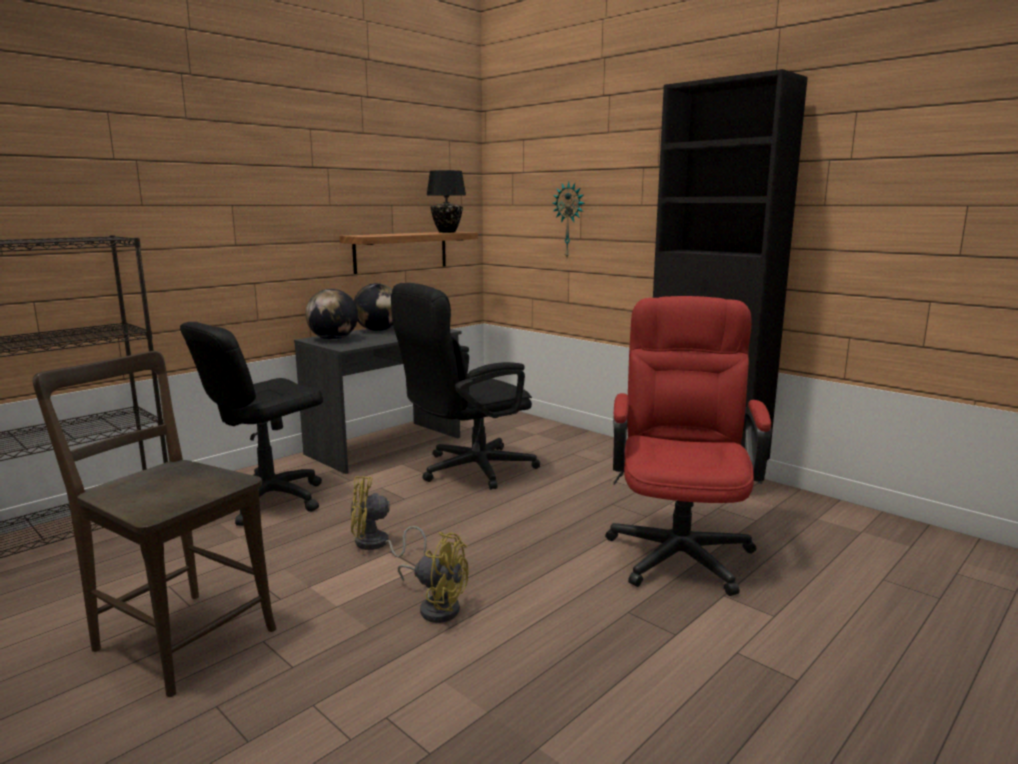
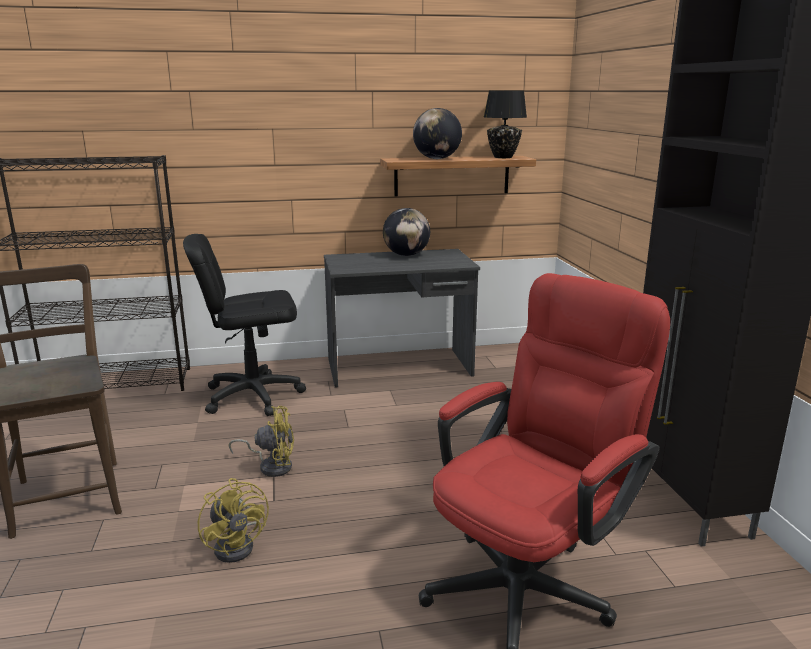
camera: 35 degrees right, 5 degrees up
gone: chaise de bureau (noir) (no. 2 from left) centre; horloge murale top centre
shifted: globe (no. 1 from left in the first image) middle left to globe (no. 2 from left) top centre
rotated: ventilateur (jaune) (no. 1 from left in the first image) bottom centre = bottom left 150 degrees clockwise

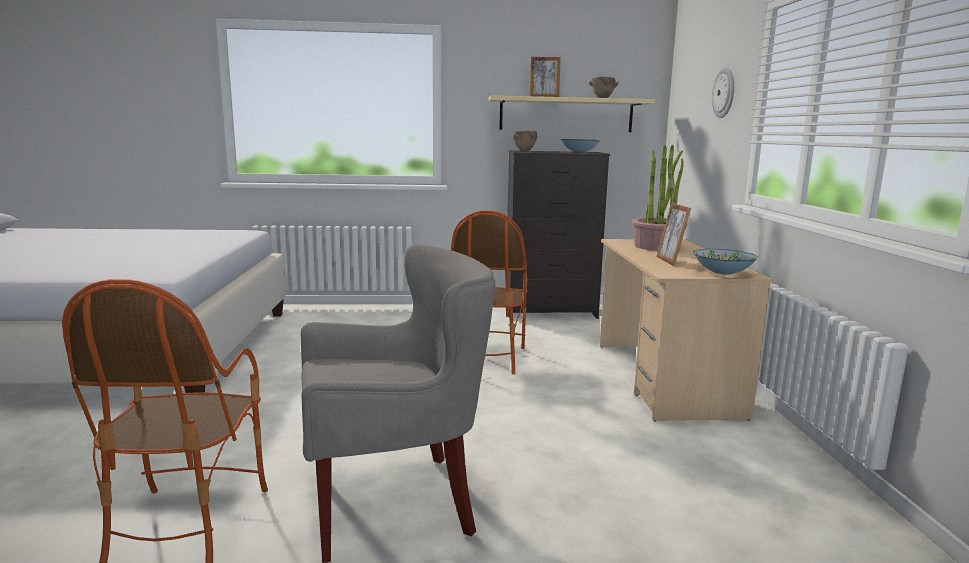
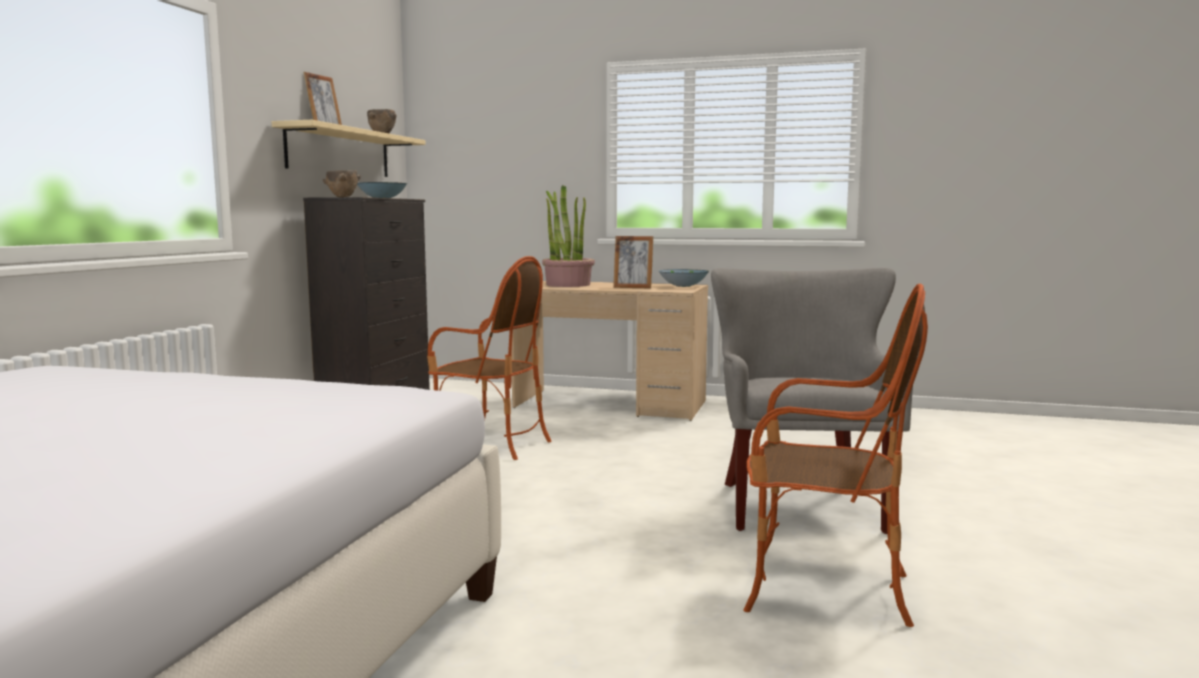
camera: 70 degrees left, 5 degrees down
gone: horloge murale top right

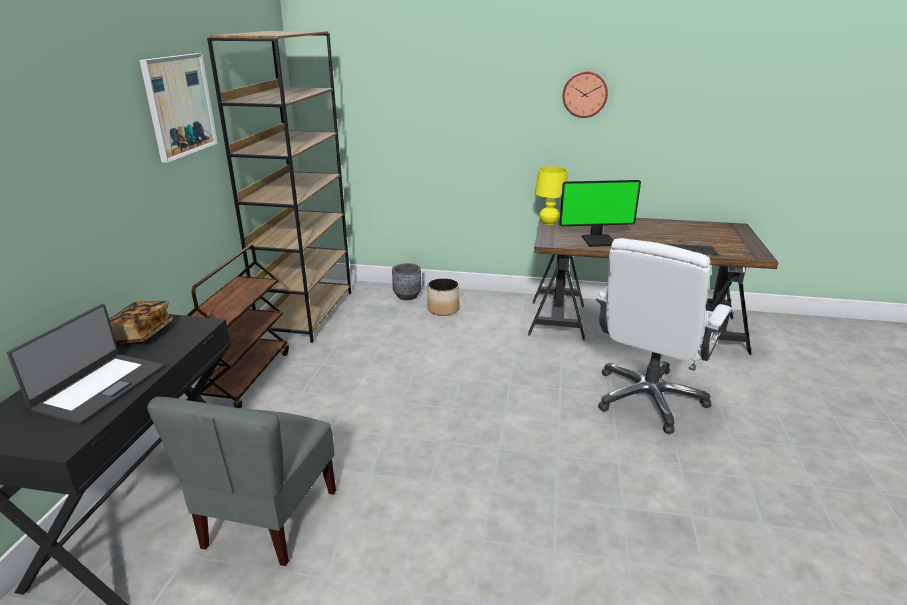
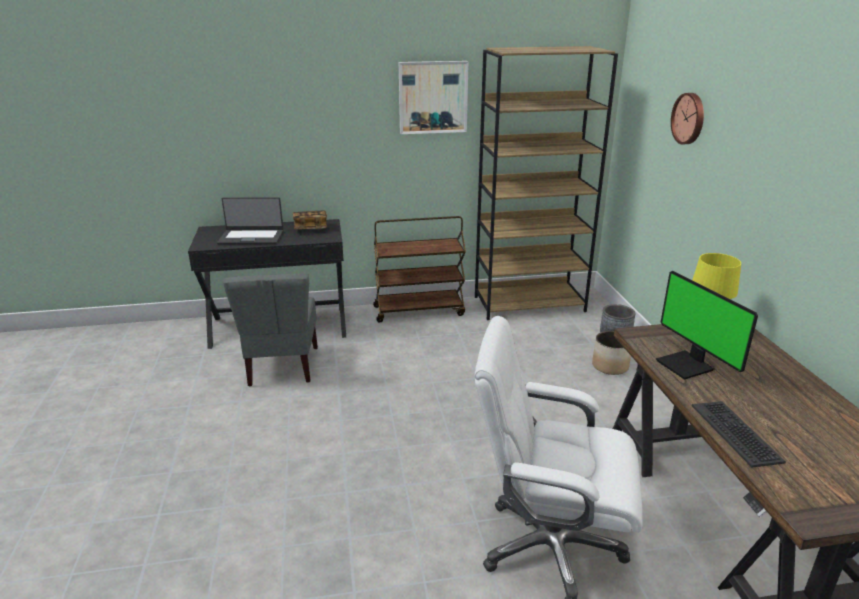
camera: 70 degrees right, 0 degrees up
shifted: horloge murale top centre to top right
rotated: chaise (gris) bottom left = middle left 90 degrees counterclockwise

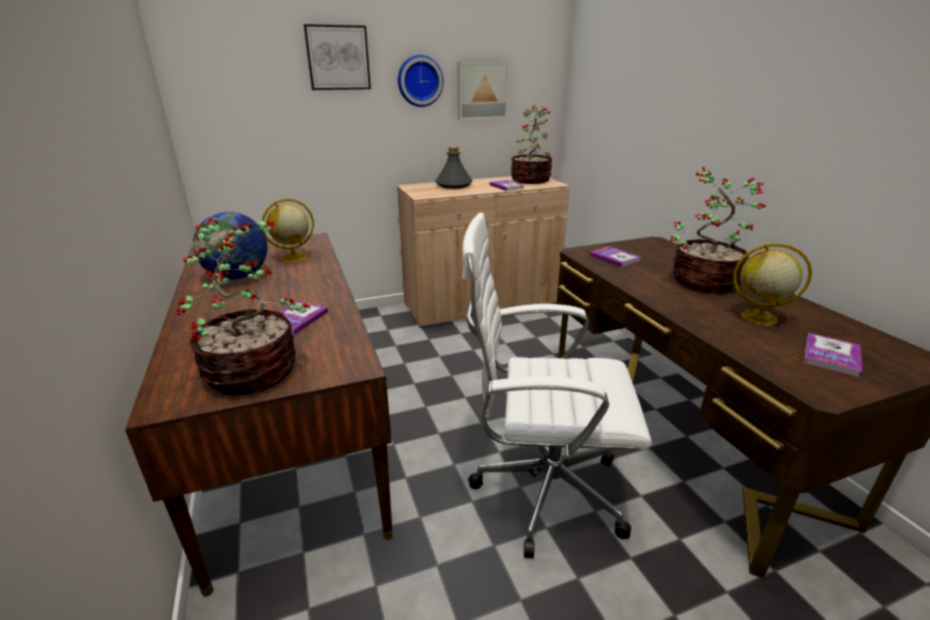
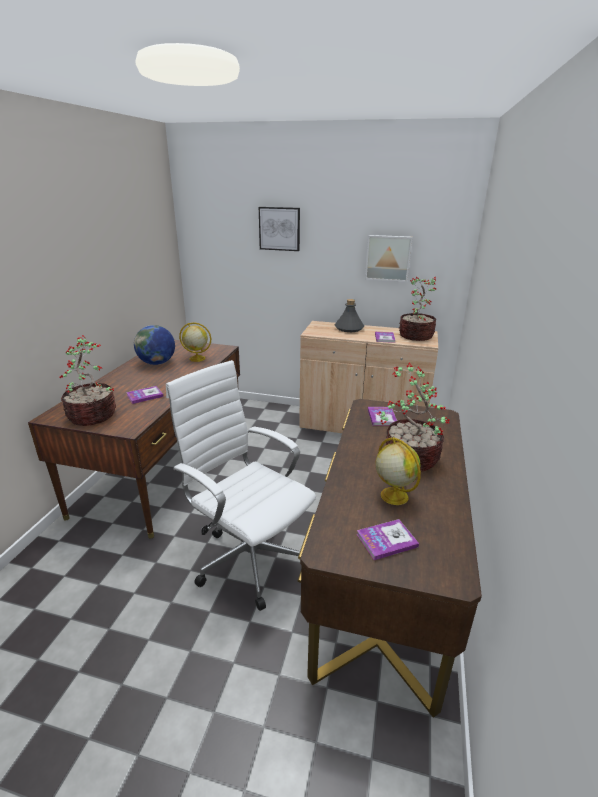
camera: 35 degrees right, 0 degrees up
gone: horloge murale top centre

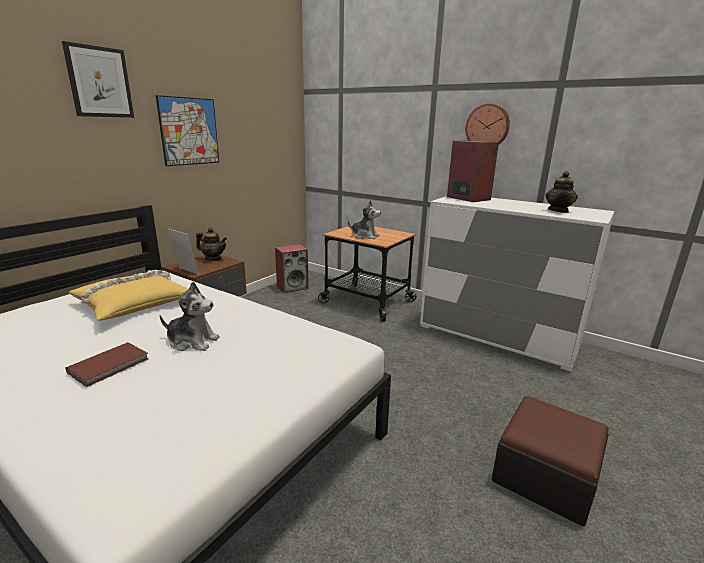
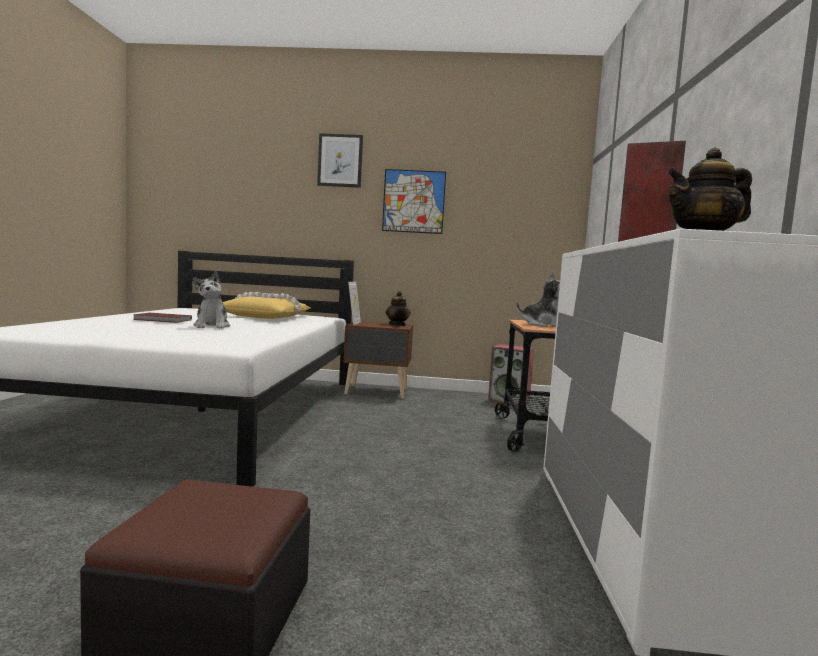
camera: 60 degrees right, 15 degrees down
gone: horloge murale top right
rotated: peluche (no. 2 from left) centre = centre 75 degrees counterclockwise

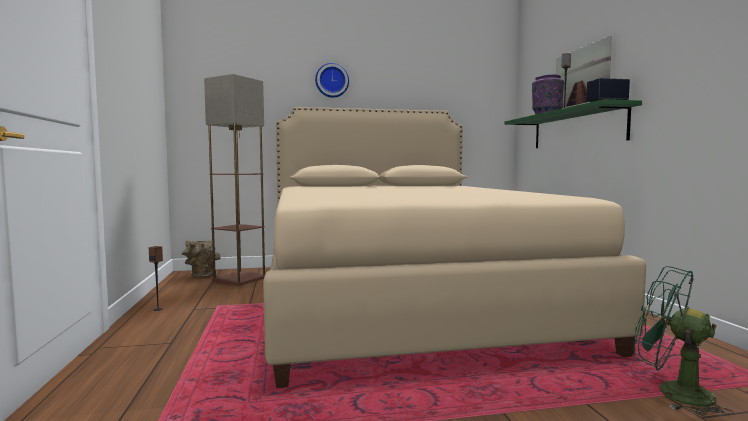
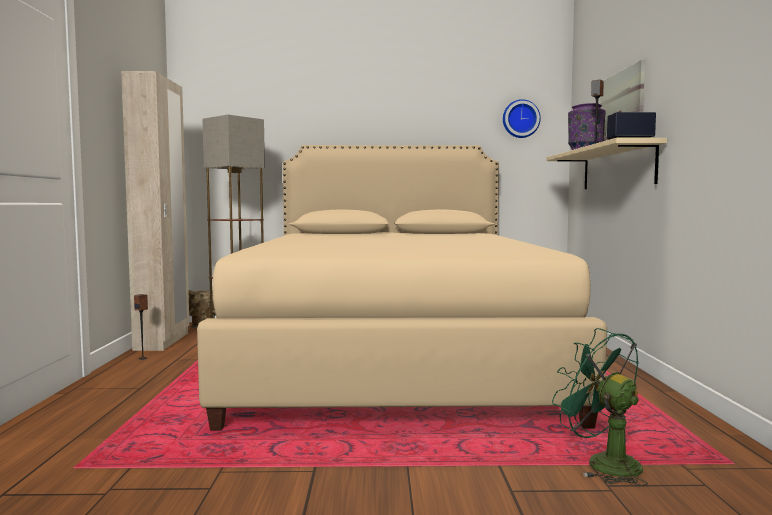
camera: 10 degrees right, 0 degrees up
new: armoire (beige) middle left
shifted: horloge murale top centre to top right
repainted: étagère (vert) top right to étagère (beige) top right

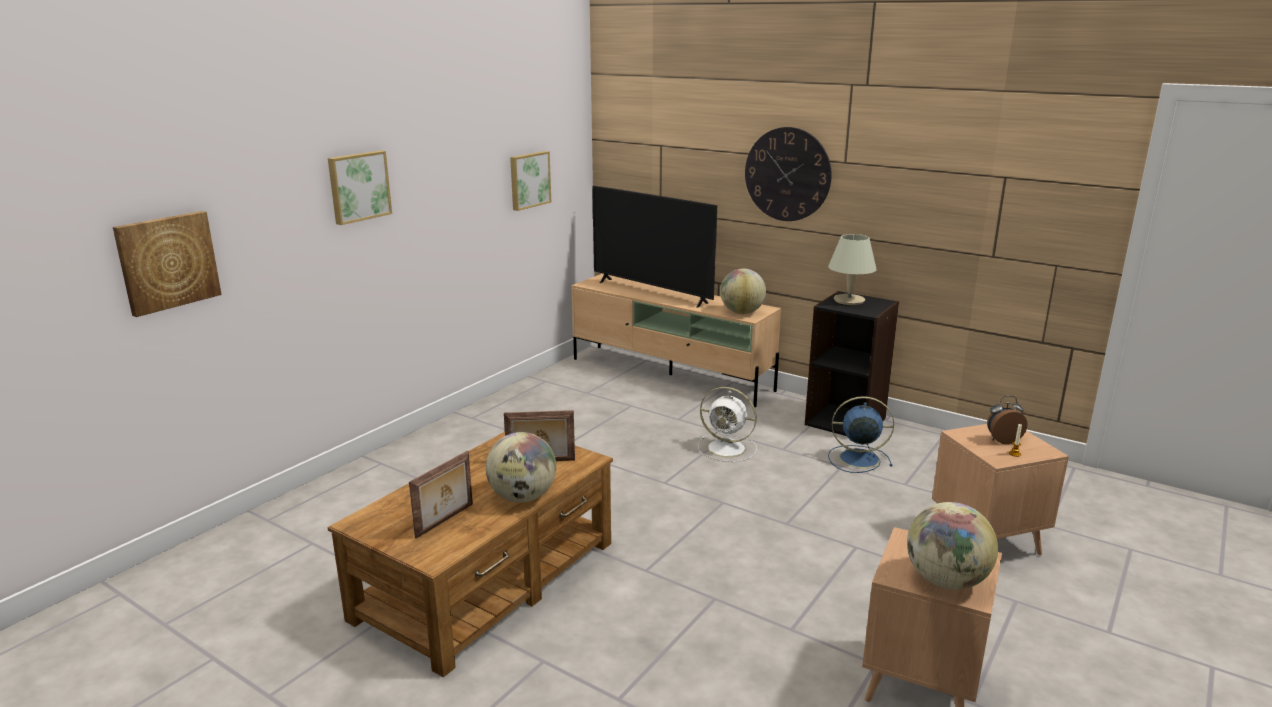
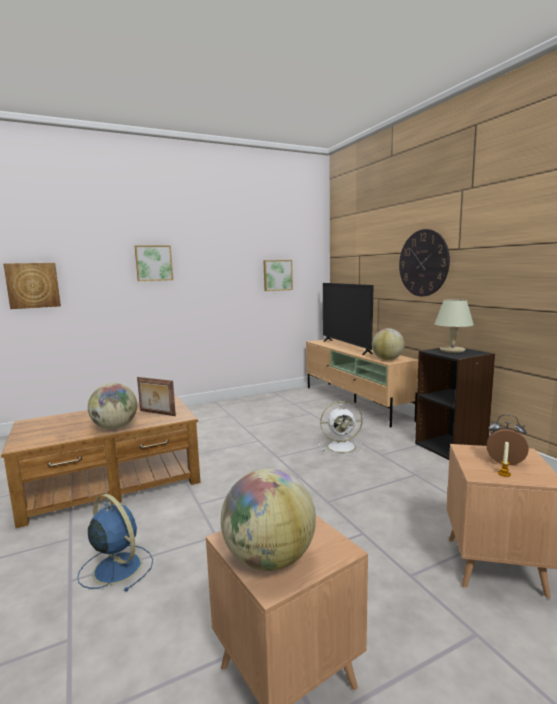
camera: 30 degrees right, 10 degrees down
gone: cadre photo (no. 1 from left) bottom centre
shifted: ventilateur (bleu) middle right to bottom left
rotated: ventilateur (blanc) centre = centre 60 degrees counterclockwise

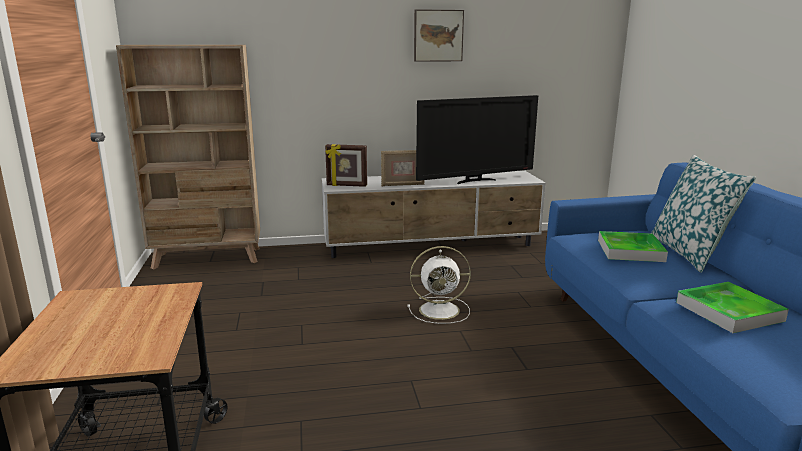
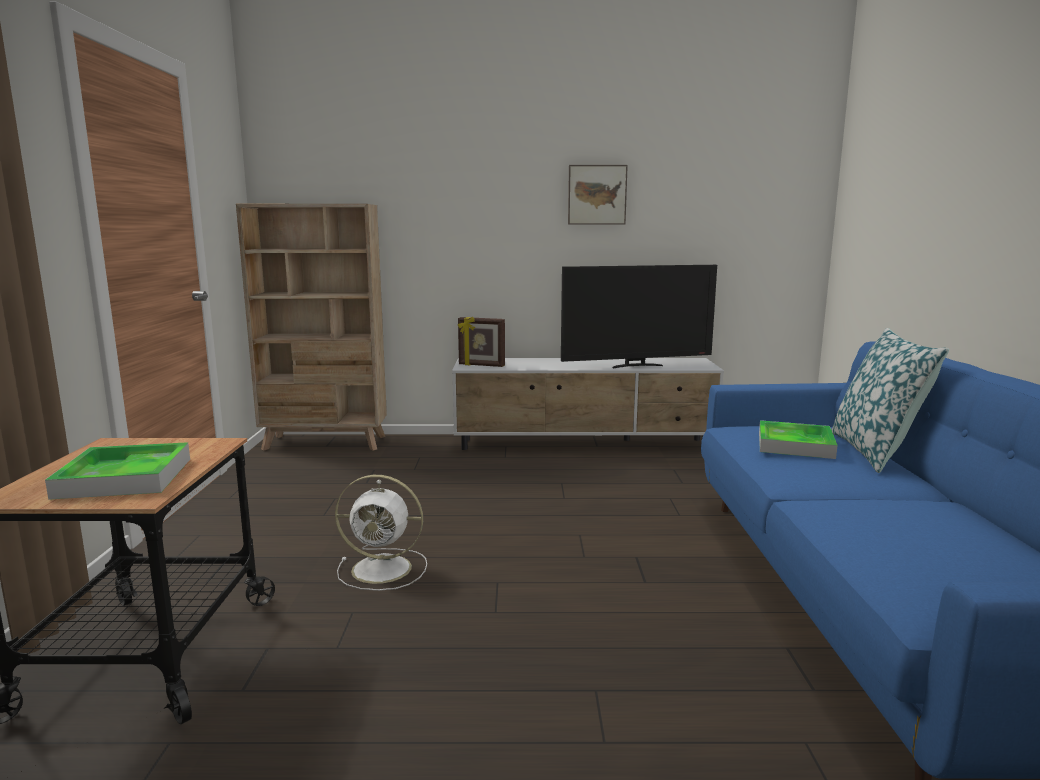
camera: 10 degrees right, 5 degrees down
gone: cadre photo (no. 2 from left) centre
shifted: ventilateur (blanc) centre to bottom centre; plateau (no. 2 from left in the first image) bottom right to plateau (no. 1 from left) middle left

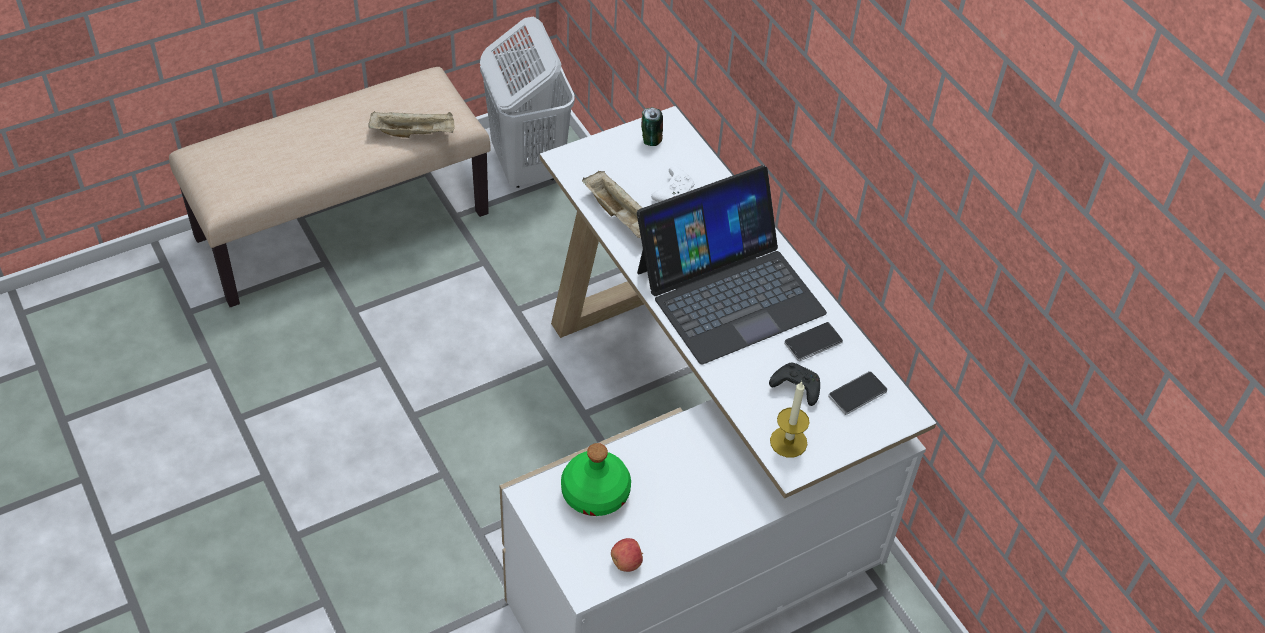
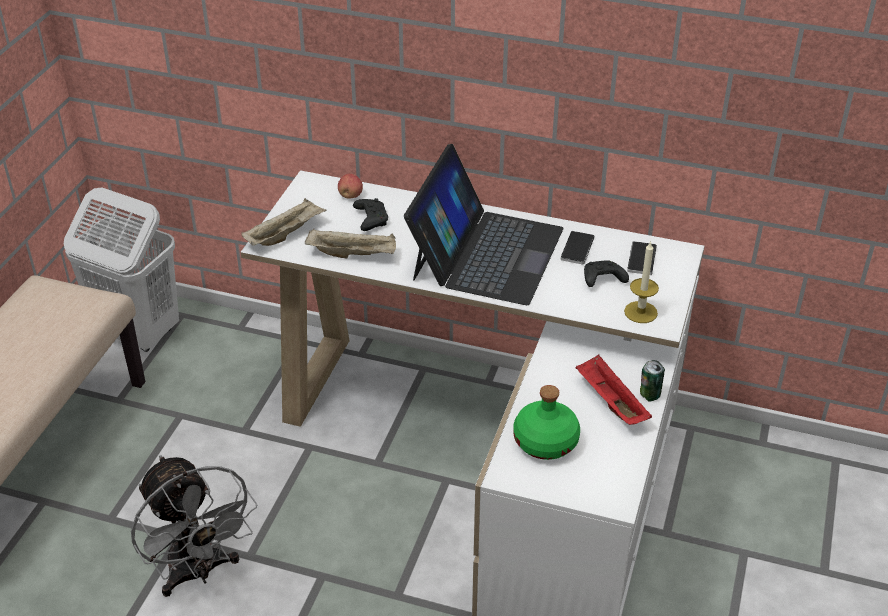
camera: 40 degrees left, 10 degrees down
new: ventilateur (gris) bottom left; plateau (rouge) middle right
shifted: plateau (beige) (no. 1 from left) top left to middle left; pomme bottom centre to top centre; boîte métallique top centre to middle right
repainted: manette (blanc) top centre to manette (noir) (no. 1 from left) centre

